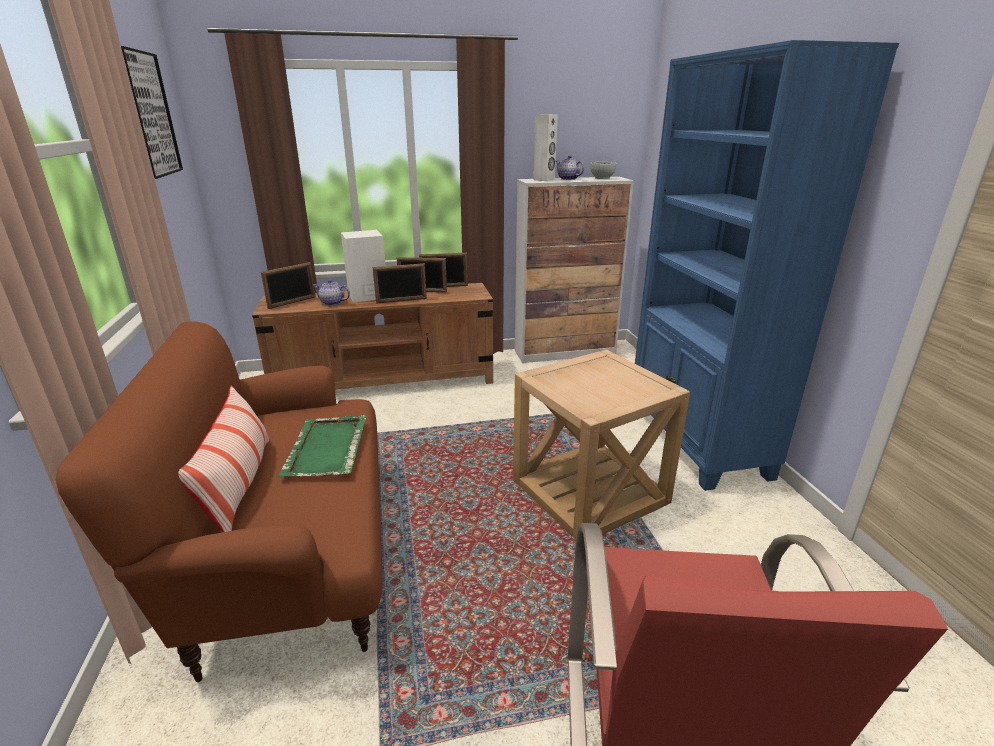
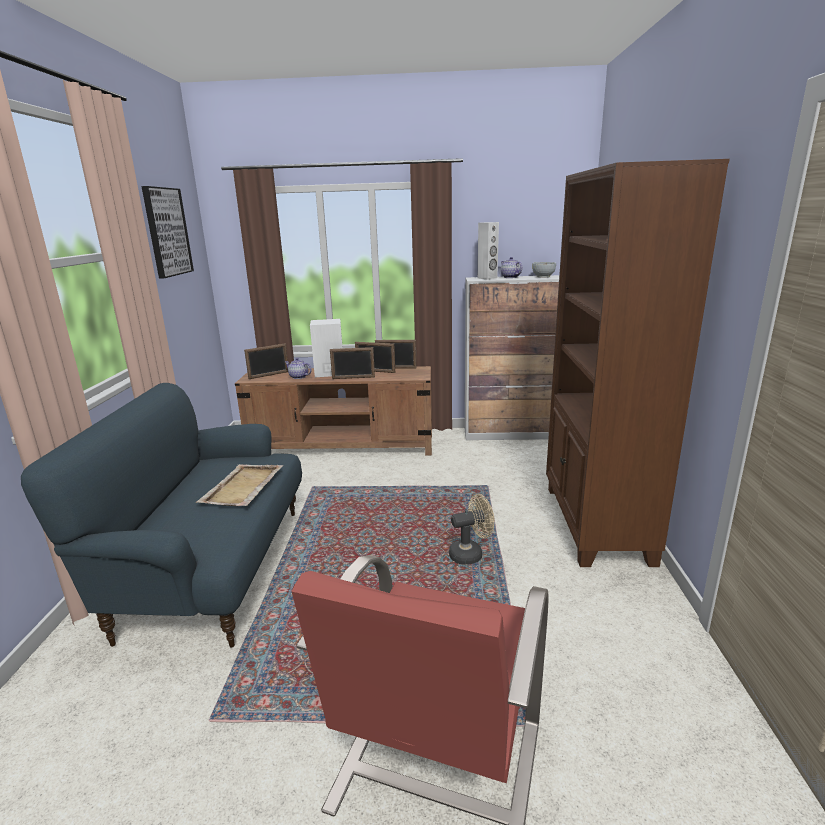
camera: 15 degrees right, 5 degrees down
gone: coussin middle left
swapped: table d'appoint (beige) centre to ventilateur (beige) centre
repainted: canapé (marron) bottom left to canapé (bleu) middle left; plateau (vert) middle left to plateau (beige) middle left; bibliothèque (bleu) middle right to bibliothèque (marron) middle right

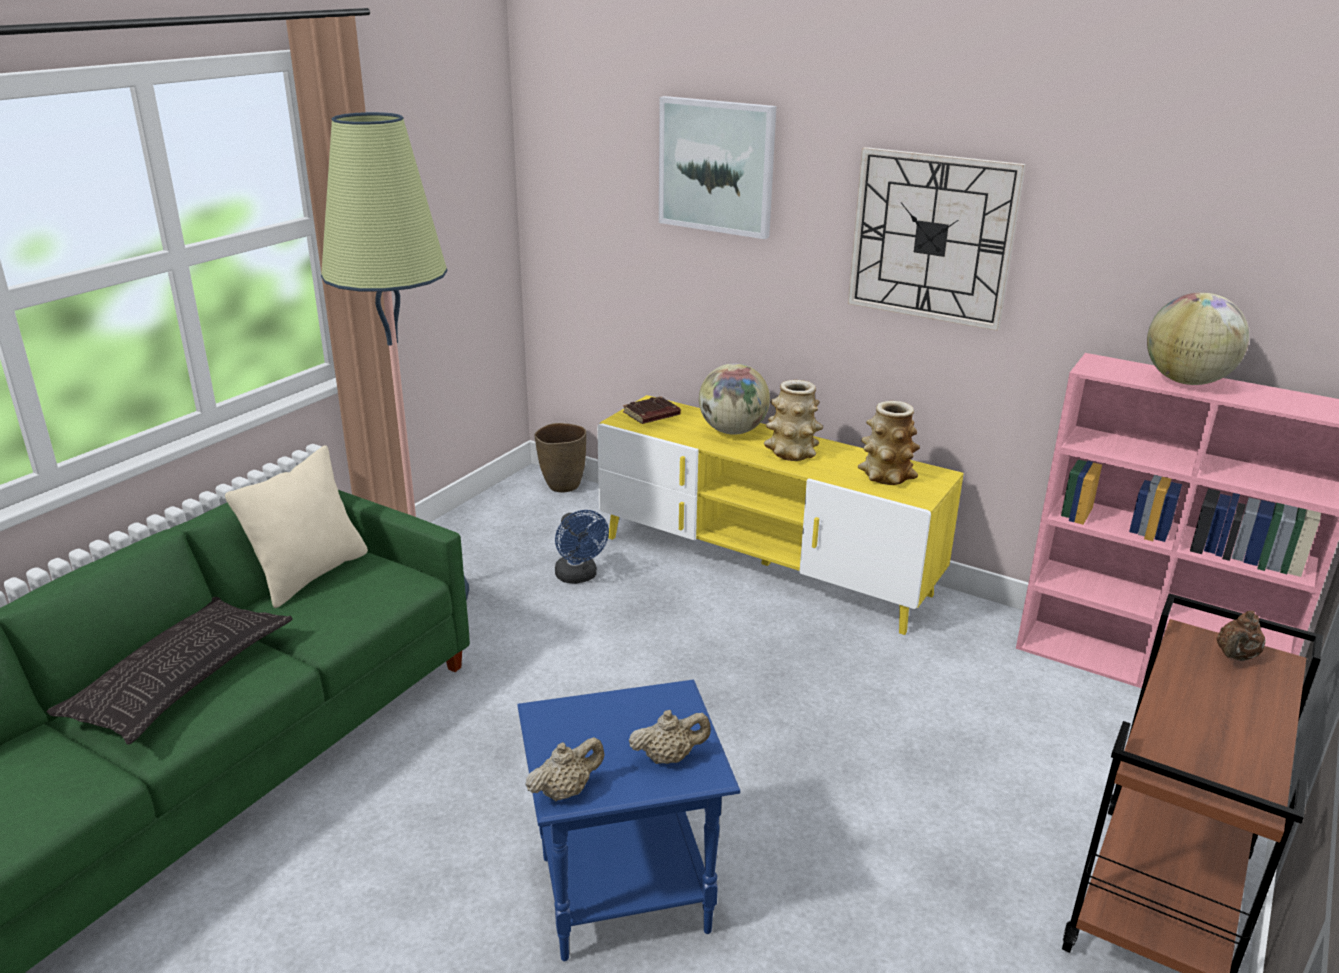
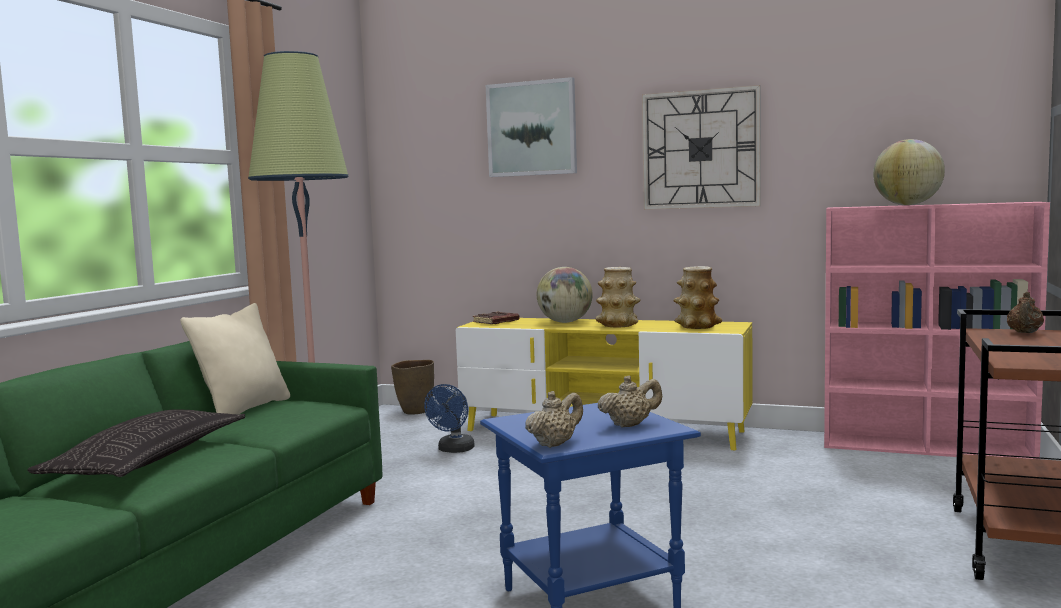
camera: 10 degrees left, 20 degrees down
rotated: ventilateur (bleu) centre = bottom centre 60 degrees clockwise

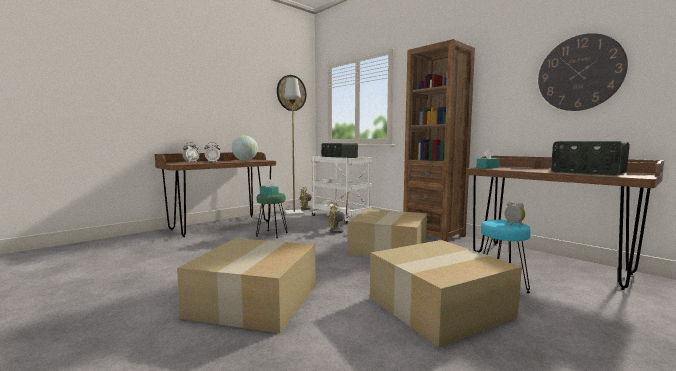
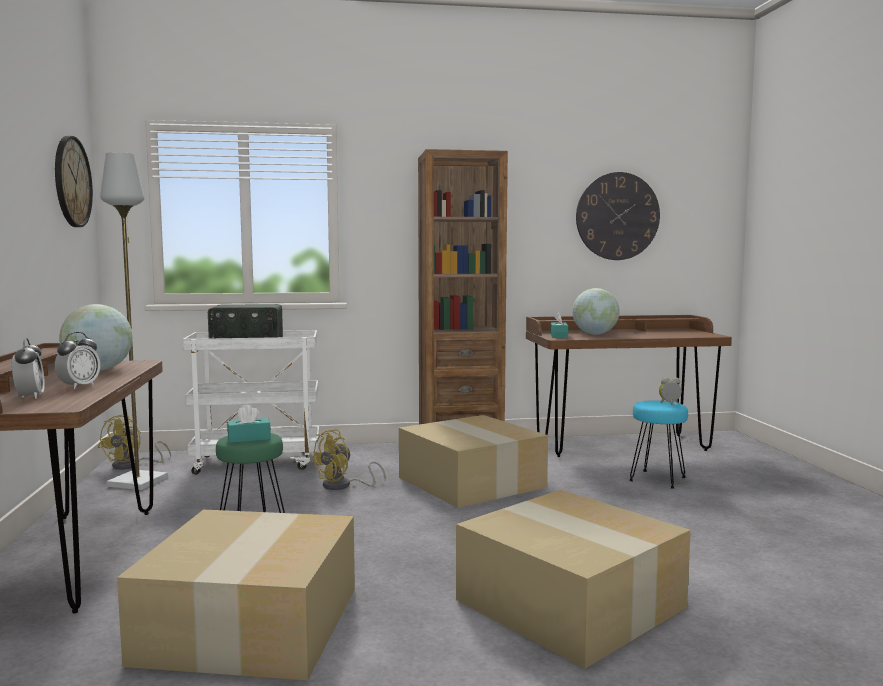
camera: 55 degrees left, 0 degrees up
gone: radio (no. 2 from left) middle right
new: globe (no. 2 from left) middle right
shifted: carton (no. 3 from left in the first image) bottom centre to carton (no. 1 from left) bottom left

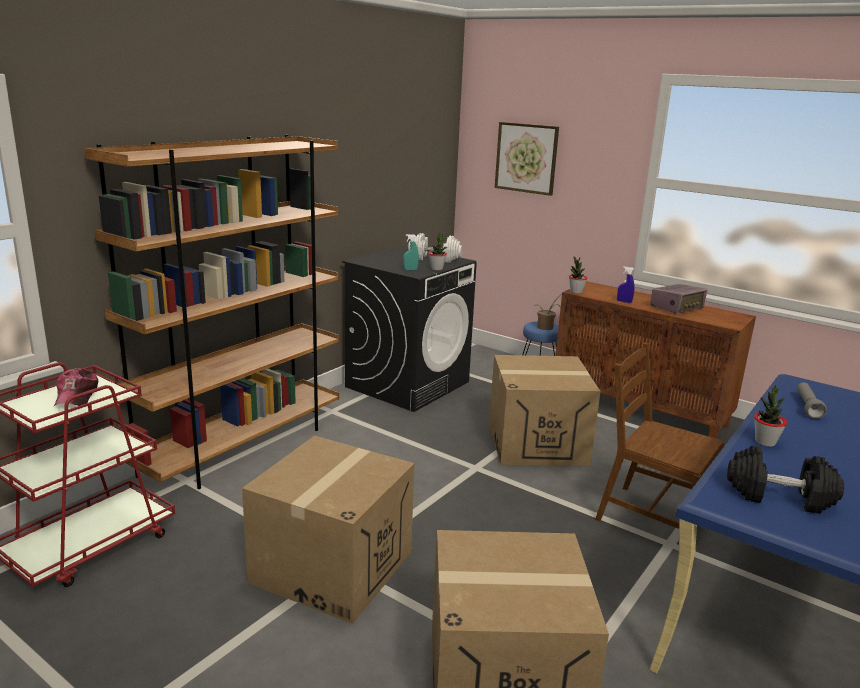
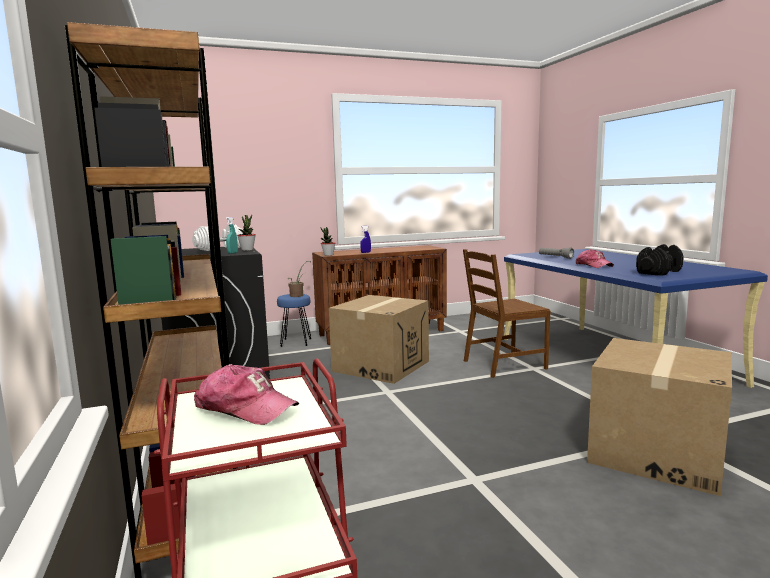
camera: 55 degrees left, 10 degrees down
gone: carton (no. 1 from left) bottom centre; tableau top centre; radio middle right
swapped: plante en pot (no. 4 from left) middle right to casquette (no. 2 from left) middle right

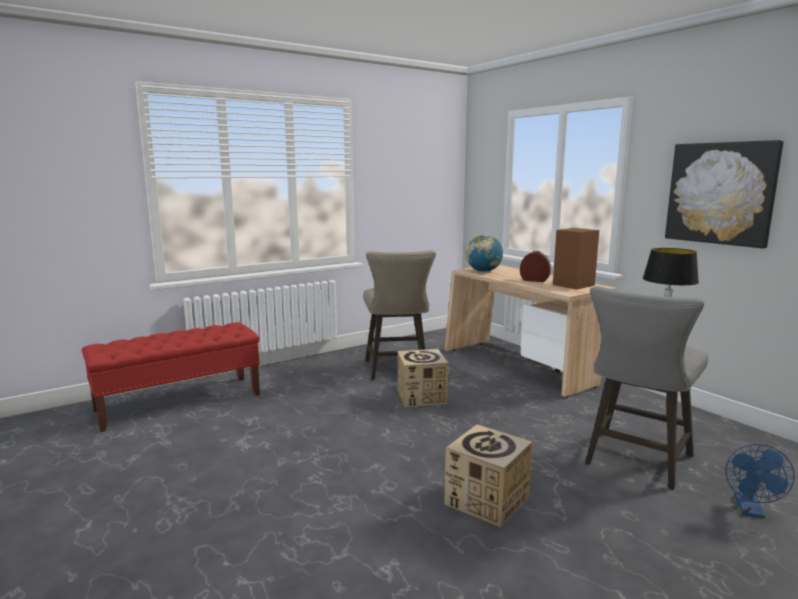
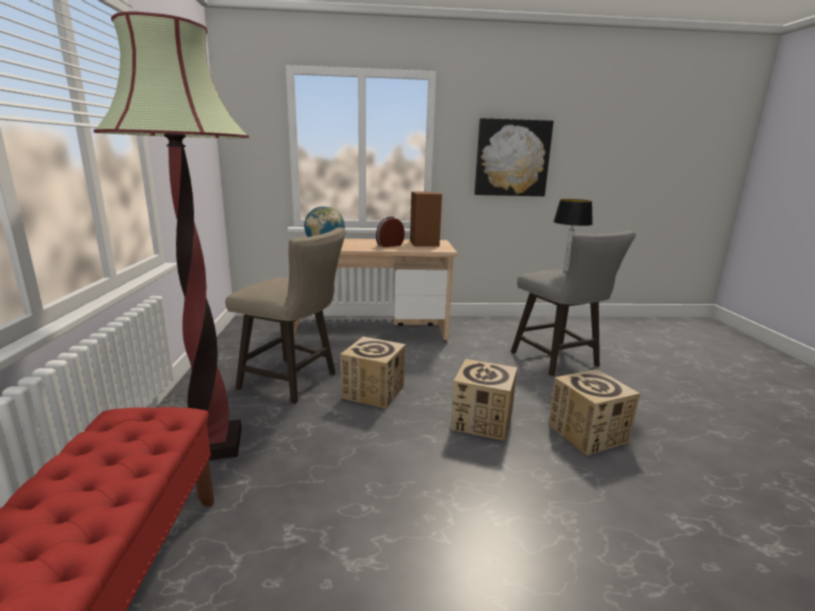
camera: 60 degrees left, 5 degrees up
gone: ventilateur (bleu) bottom right
new: lampadaire middle left; carton (no. 2 from left) centre

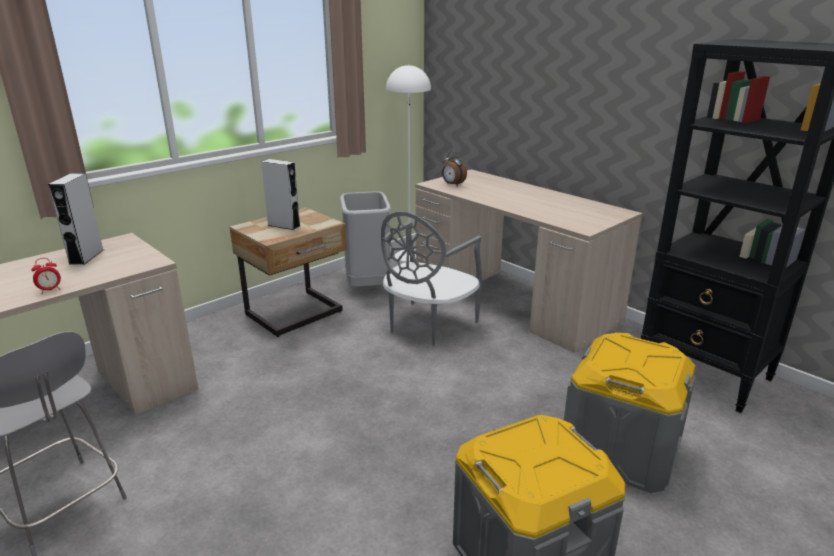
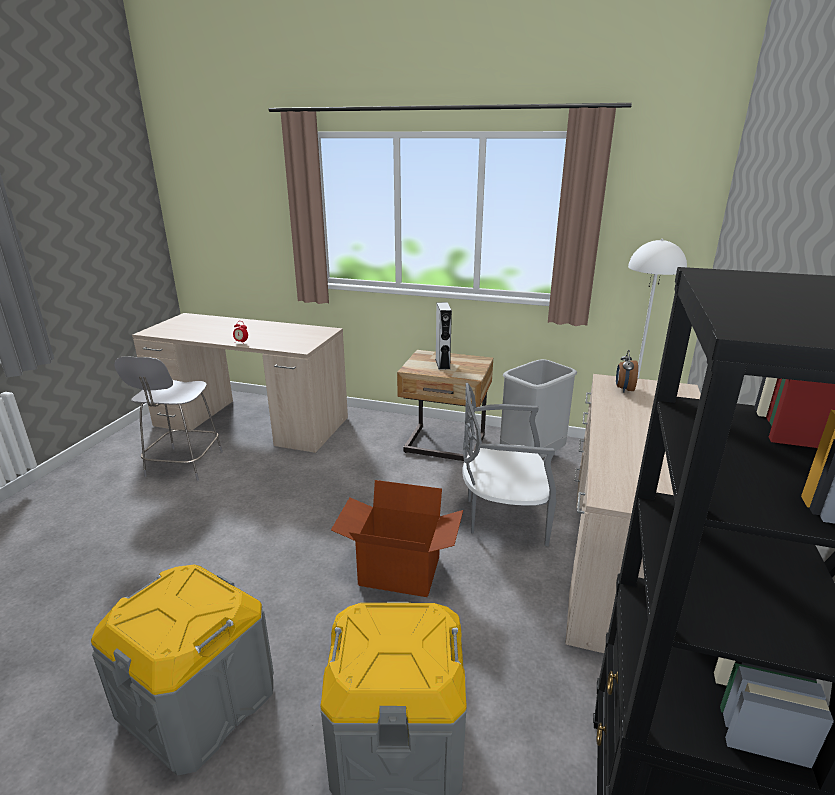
camera: 60 degrees right, 0 degrees up
gone: enceinte (gris) (no. 1 from left) middle left
new: carton bottom centre

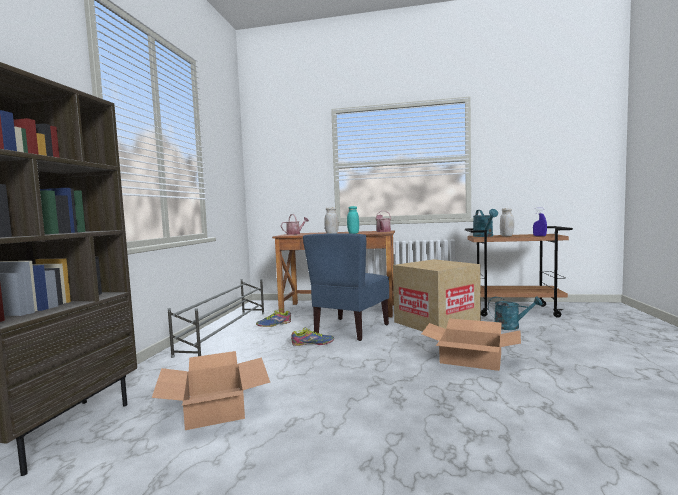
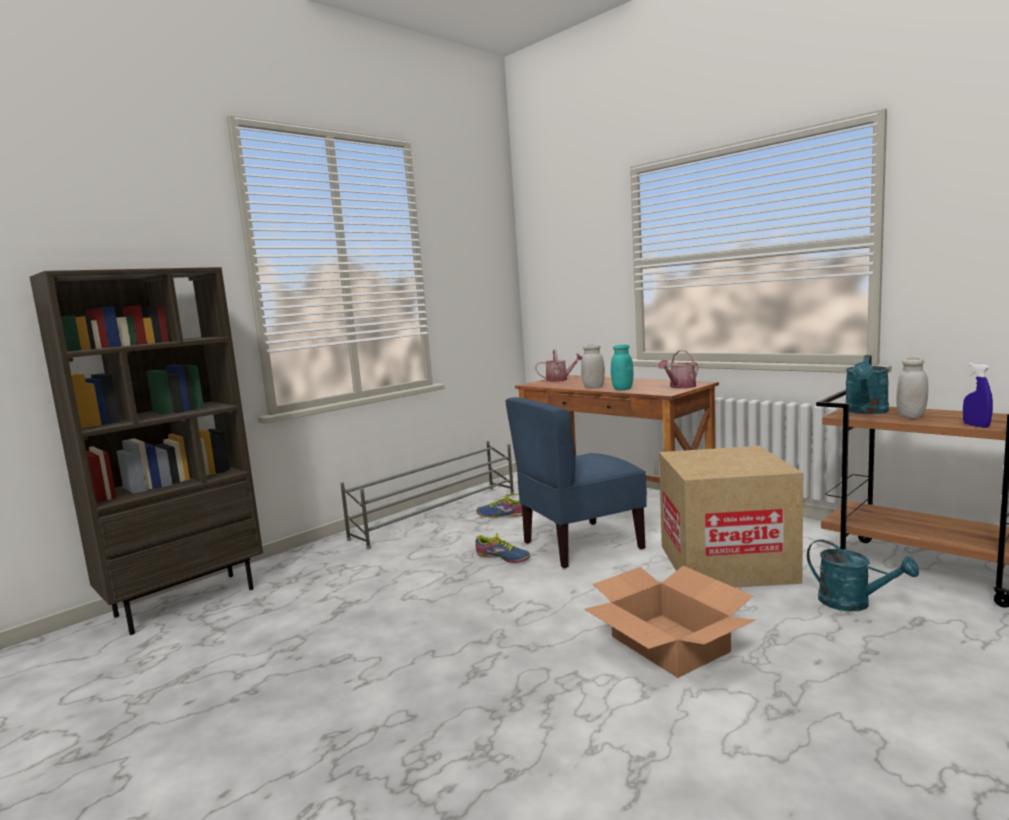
camera: 35 degrees right, 5 degrees up
gone: carton (no. 1 from left) bottom left

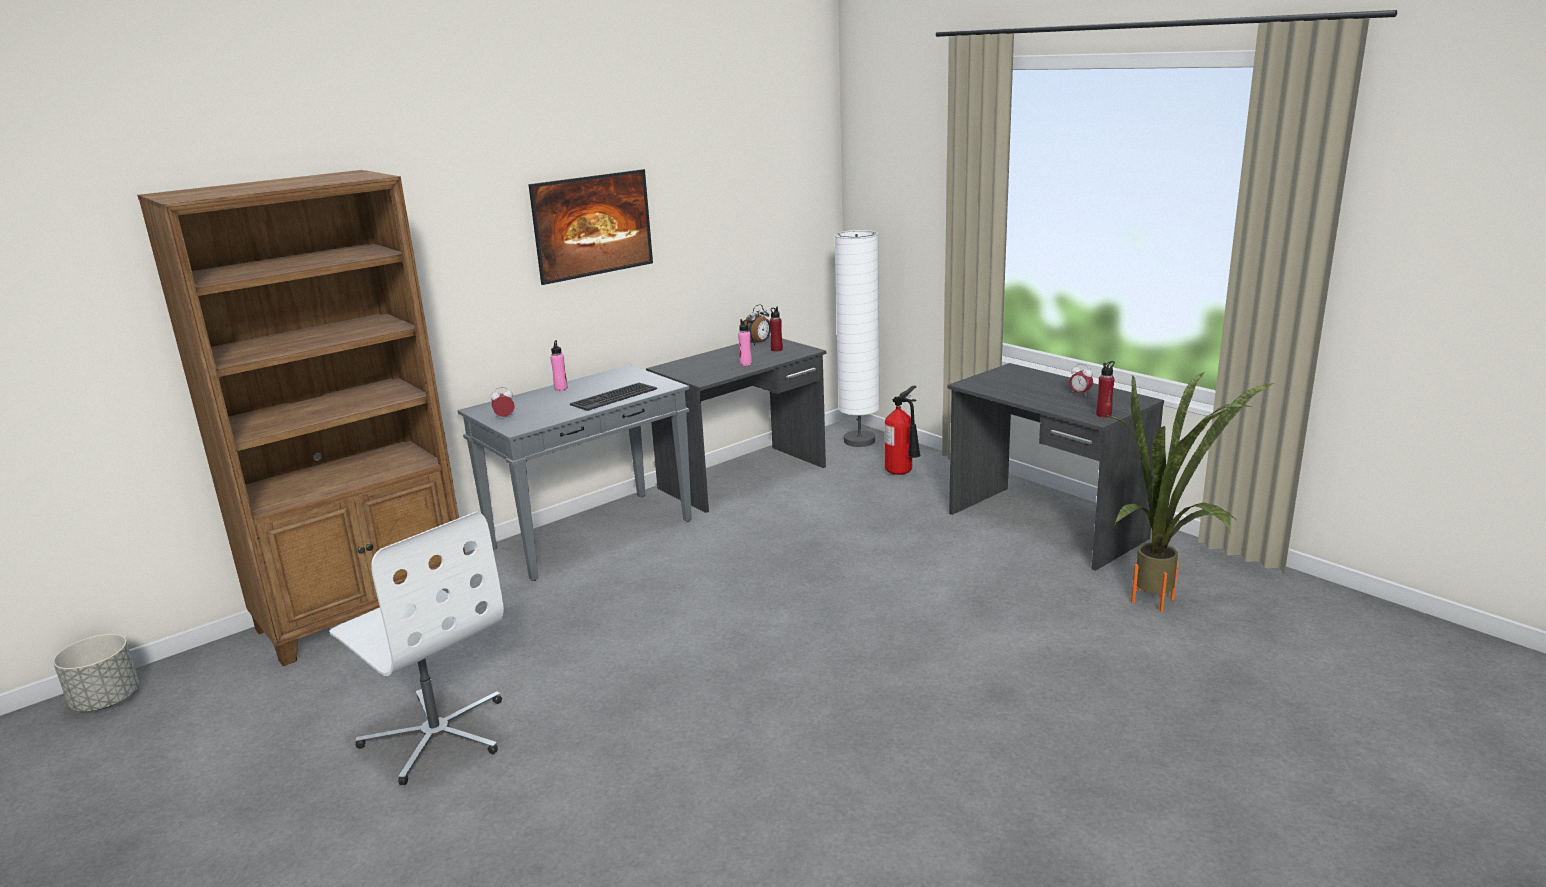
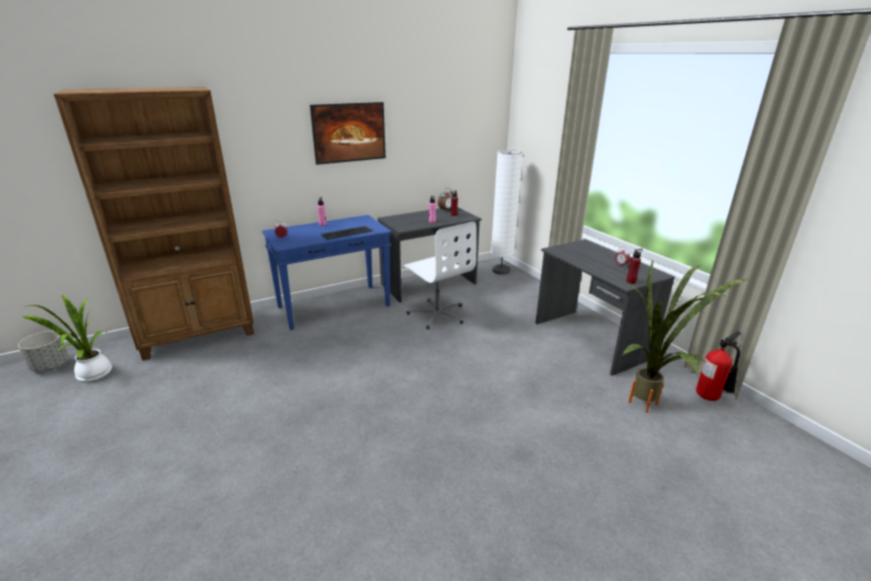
camera: 10 degrees right, 5 degrees up
new: plante en pot (no. 1 from left) middle left
shifted: chaise de bureau (blanc) bottom left to centre; extincteur centre to middle right
repainted: table console (gris) centre to table console (bleu) centre

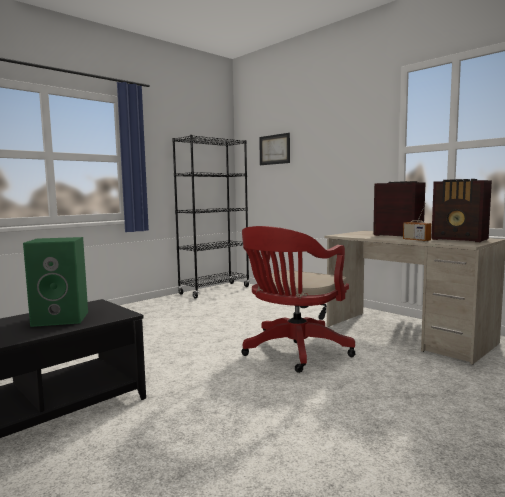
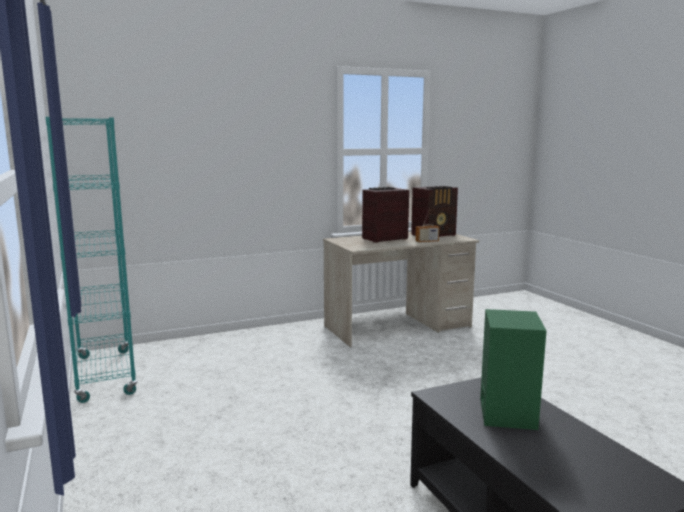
camera: 70 degrees left, 5 degrees up
gone: chaise de bureau (rouge) centre; tableau top centre
repainted: bibliothèque (noir) centre to bibliothèque (turquoise) middle left

